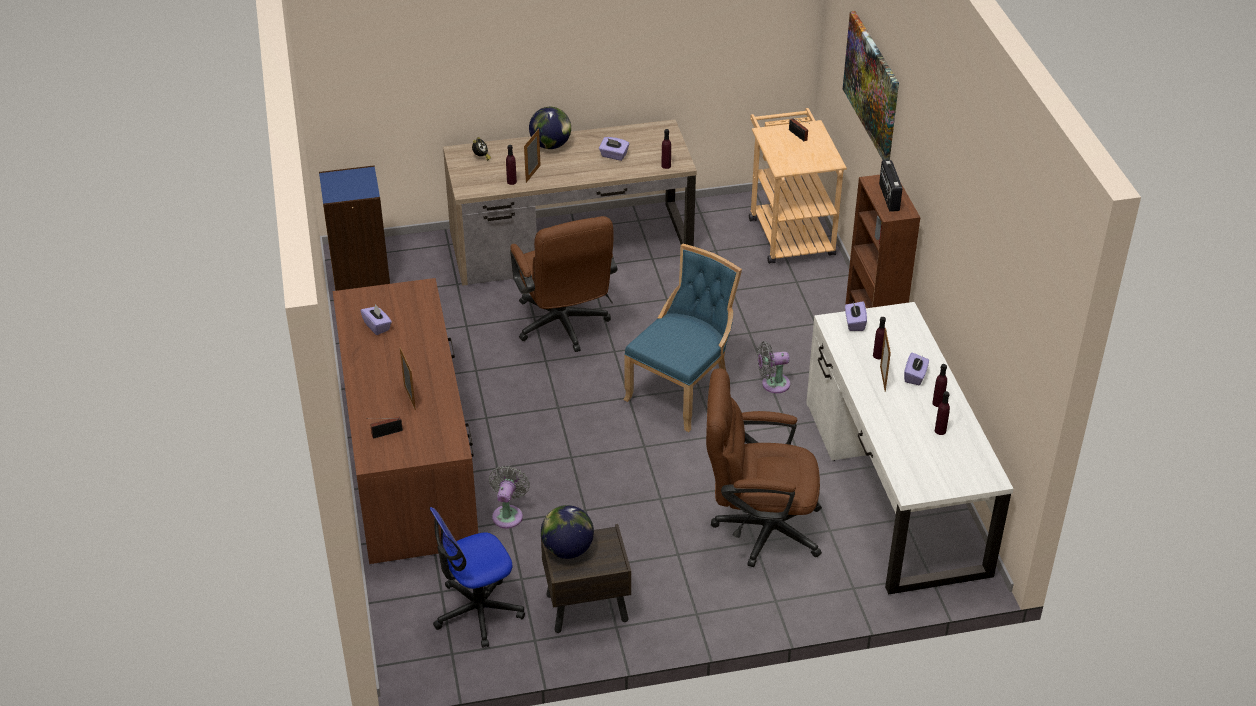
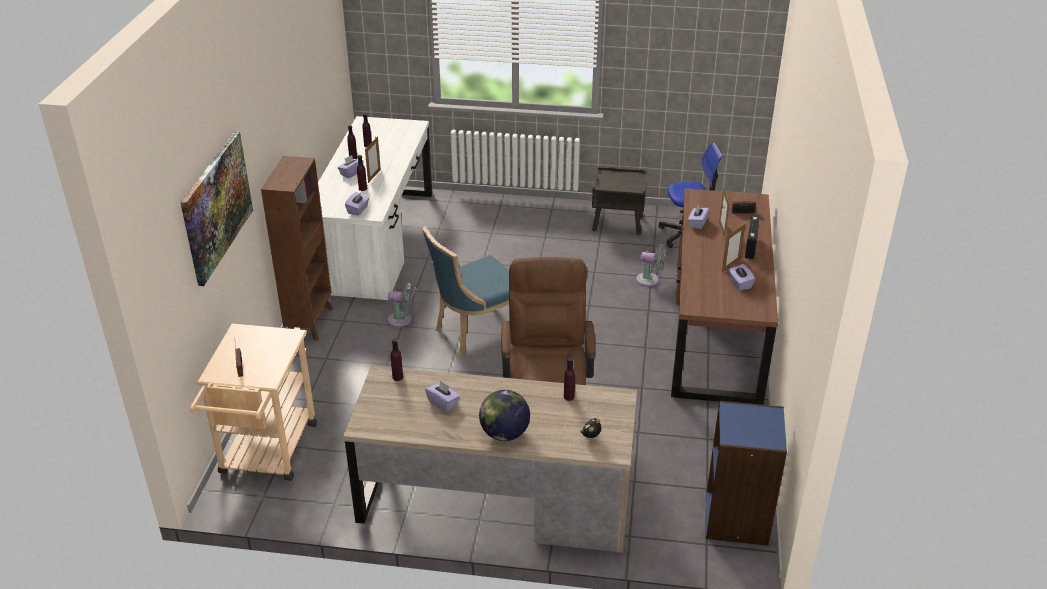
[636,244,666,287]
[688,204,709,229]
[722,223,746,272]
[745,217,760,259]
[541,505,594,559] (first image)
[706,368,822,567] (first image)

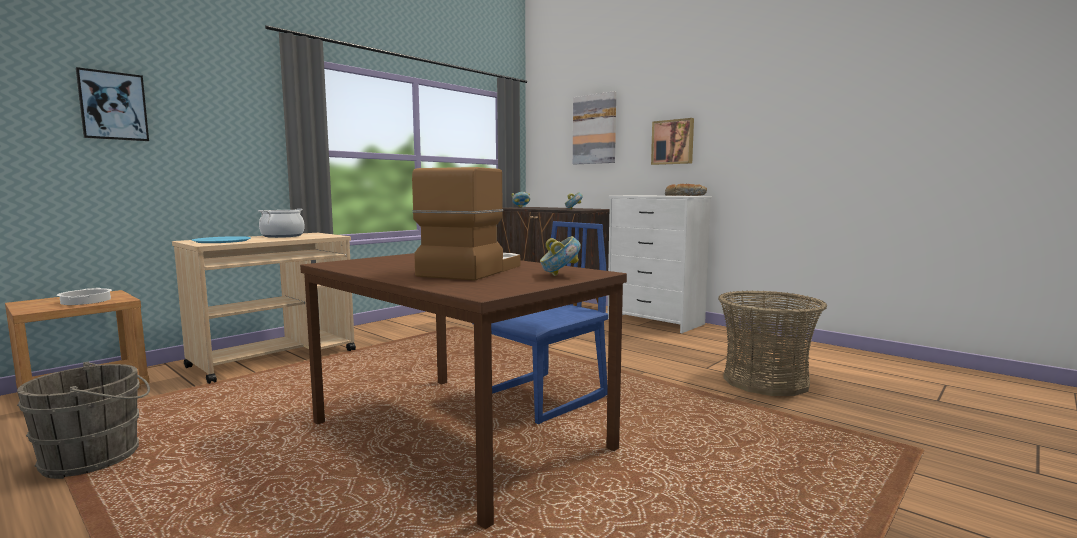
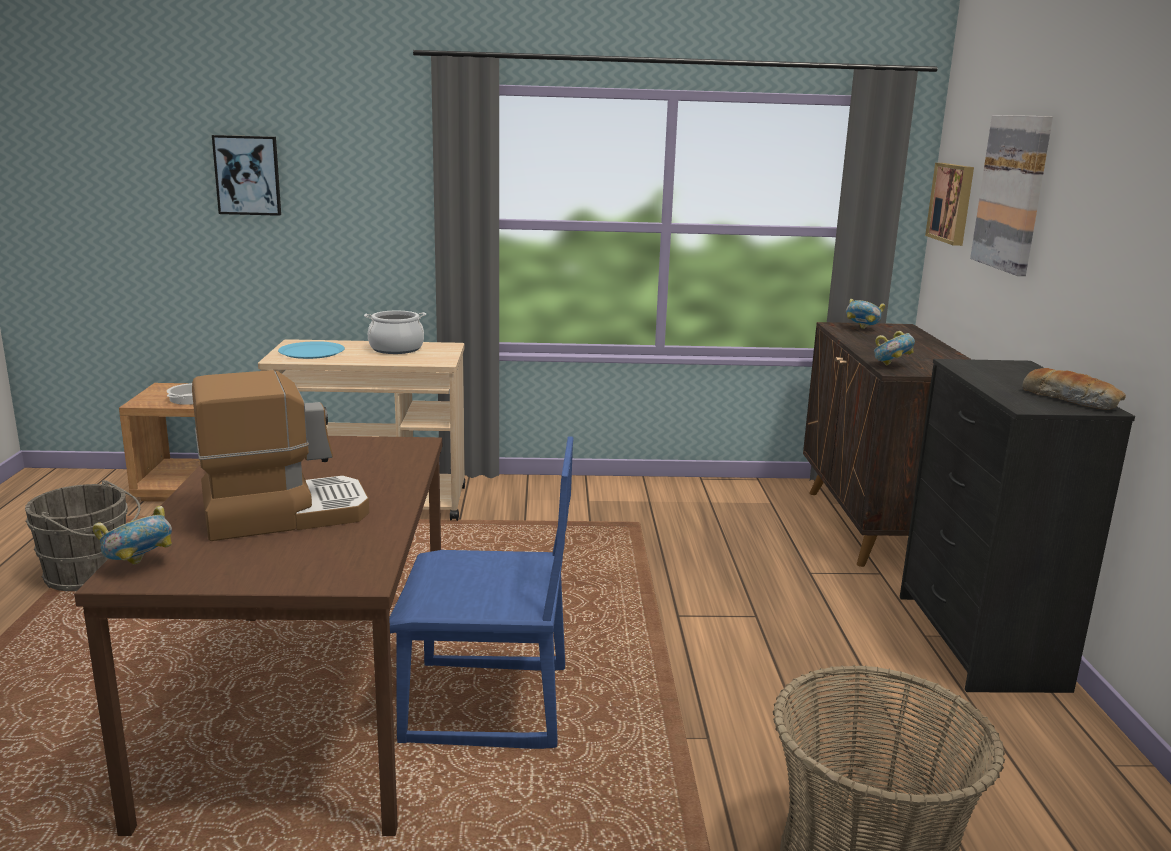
[93,506,172,565]
[900,359,1135,693]
[925,163,974,246]

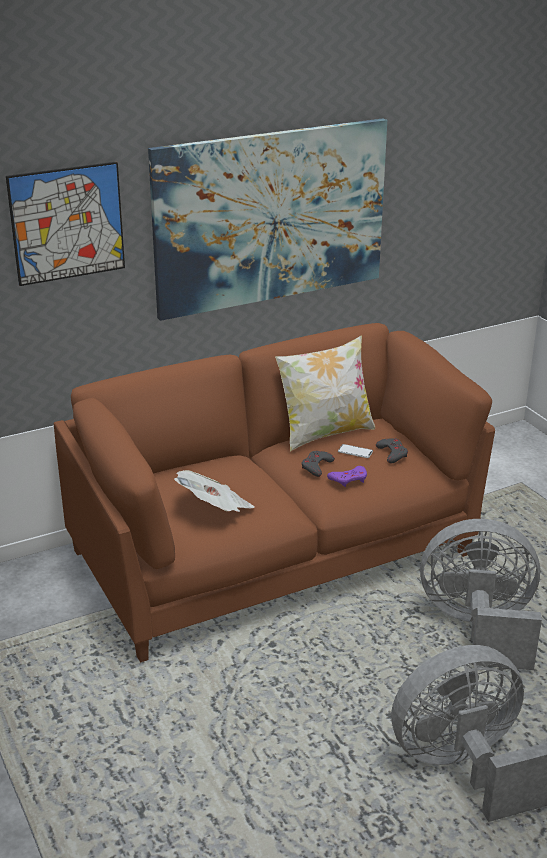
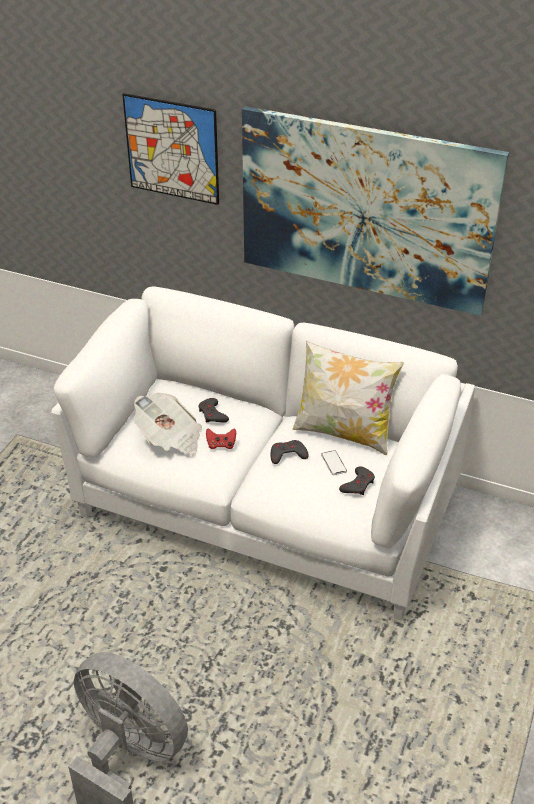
[51,286,475,620]
[199,398,229,423]
[206,428,236,449]
[327,466,367,487] (first image)
[420,519,542,670] (first image)

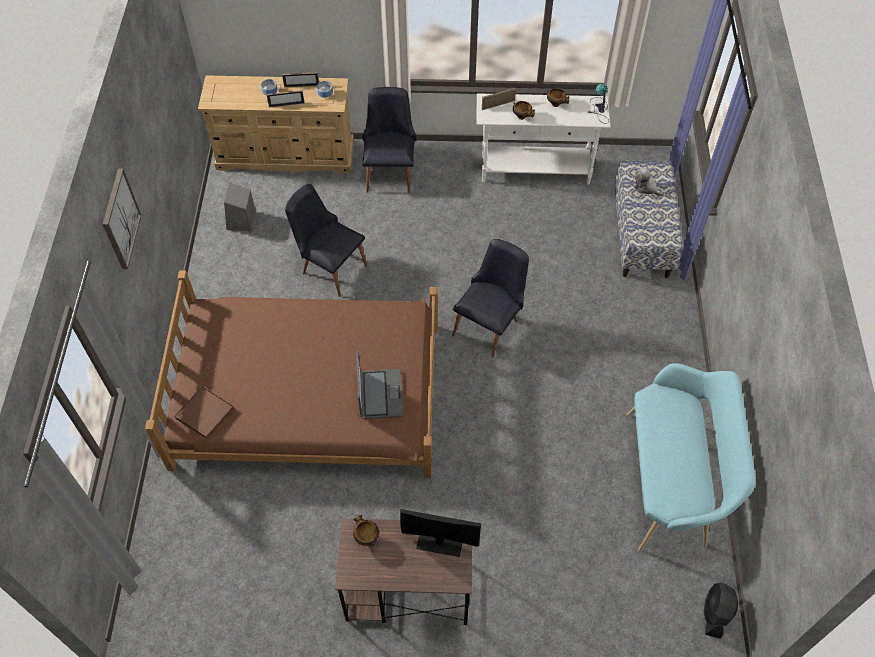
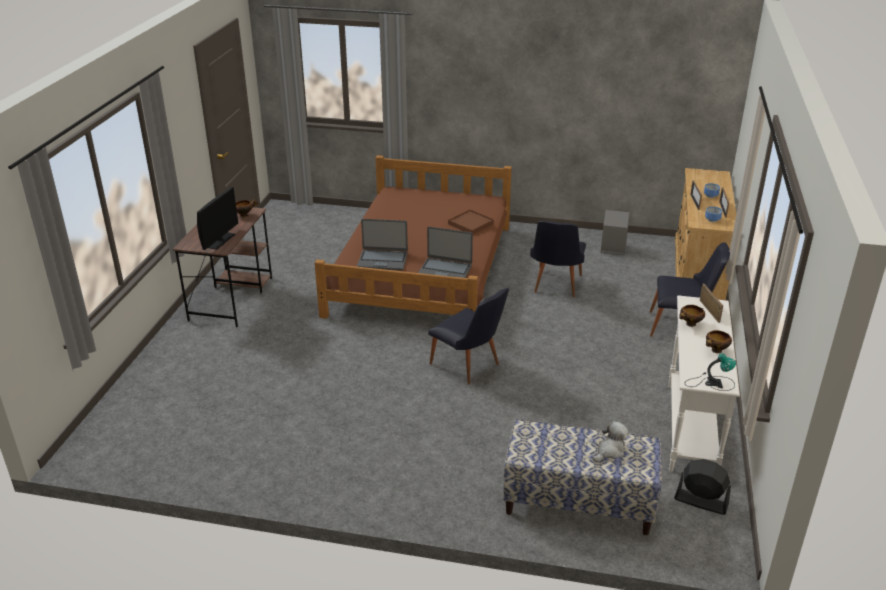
[418,227,473,278]
[448,210,494,234]
[530,221,586,298]
[674,459,731,515]
[103,168,141,269] (first image)
[627,363,756,552] (first image)

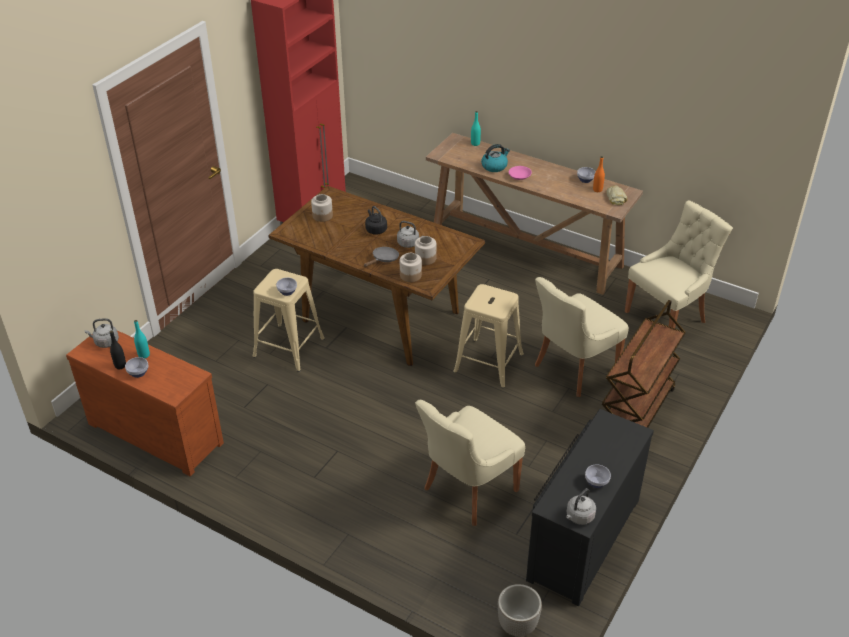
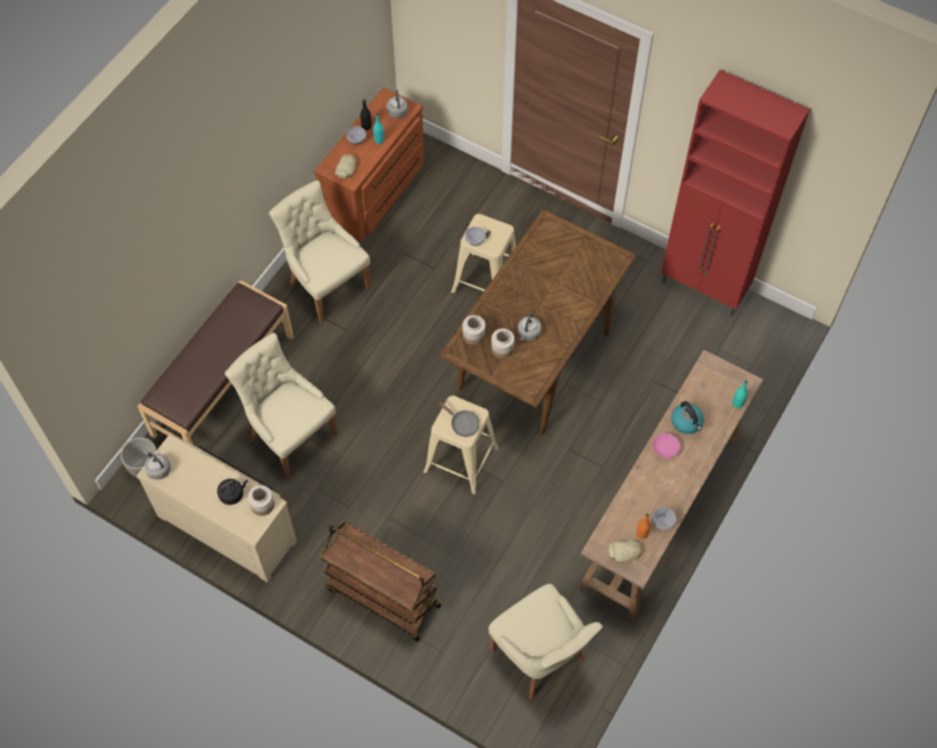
[137,280,294,444]
[137,434,297,582]
[217,479,248,505]
[248,485,275,516]
[269,180,371,323]
[335,154,357,179]
[438,401,480,437]
[585,464,611,488] (first image)

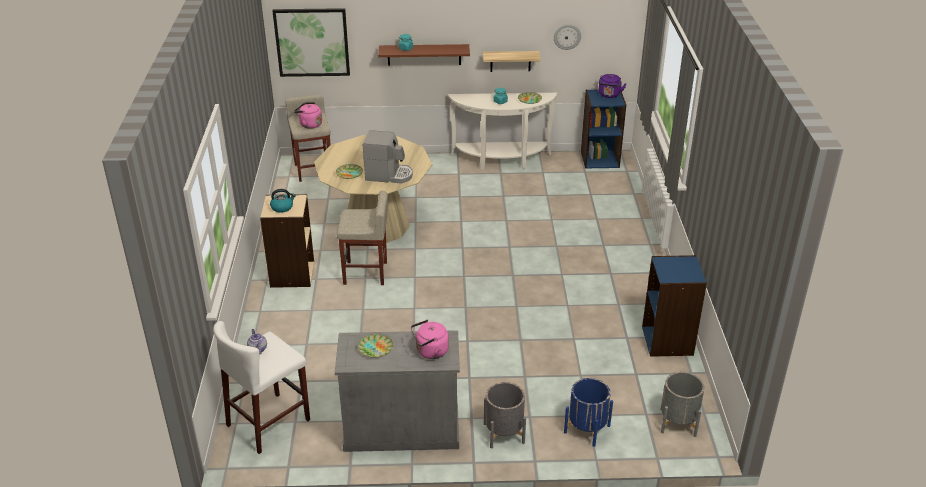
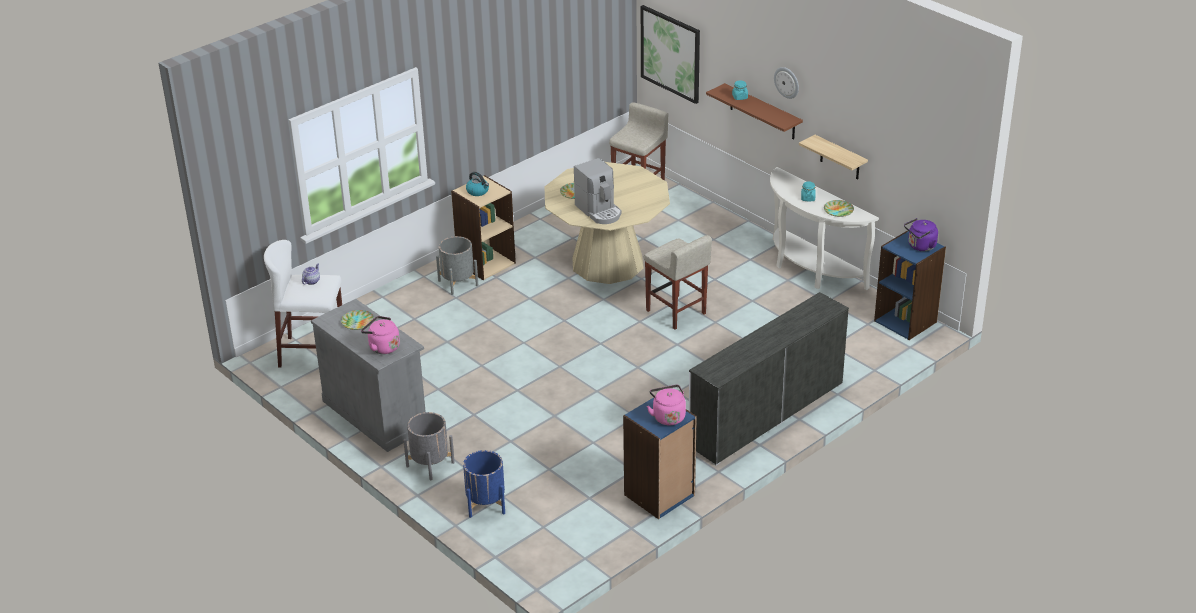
[436,236,478,295]
[644,235,712,330]
[647,385,686,425]
[689,292,849,465]
[774,67,799,99]

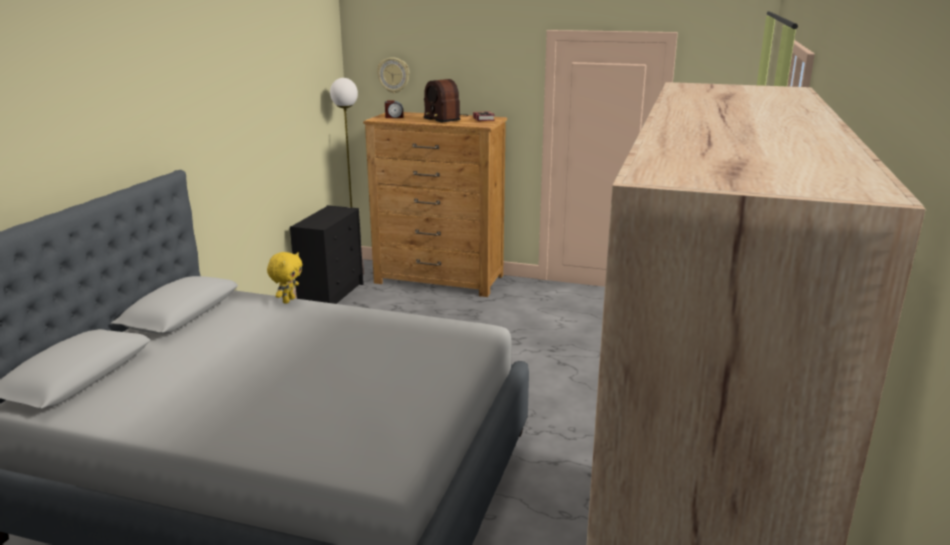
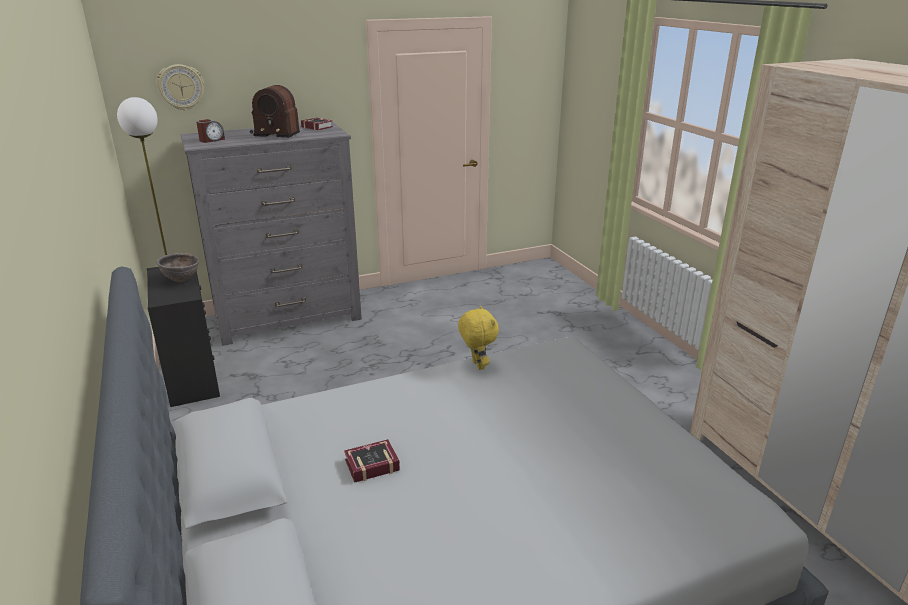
[157,253,199,282]
[181,122,362,346]
[344,439,400,483]
[458,306,499,370]

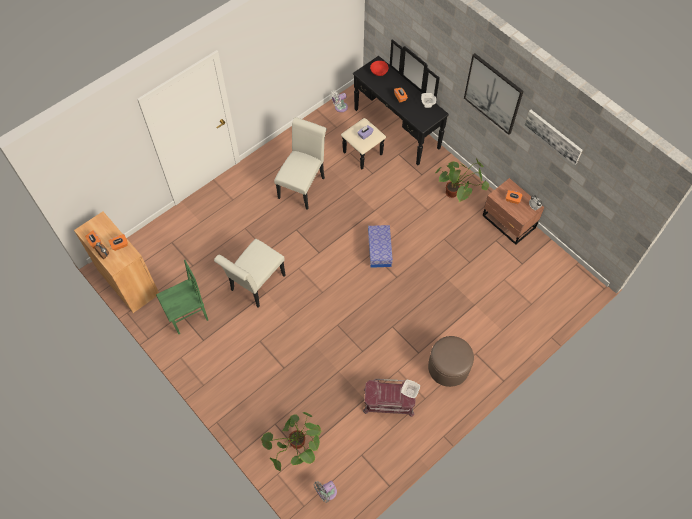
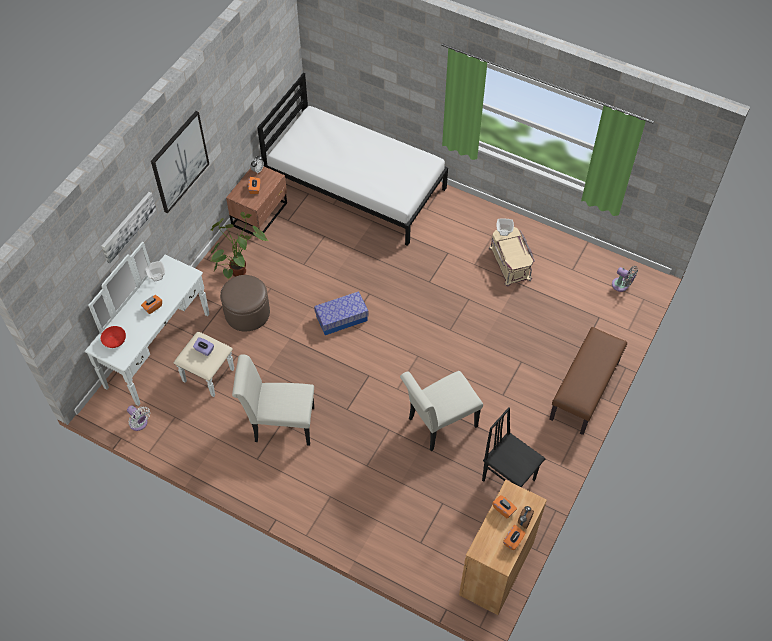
[85,241,234,406]
[101,192,156,263]
[220,275,270,331]
[257,73,448,246]
[400,371,483,451]
[482,407,546,487]
[489,227,535,286]
[549,327,627,435]
[261,412,321,471] (first image)

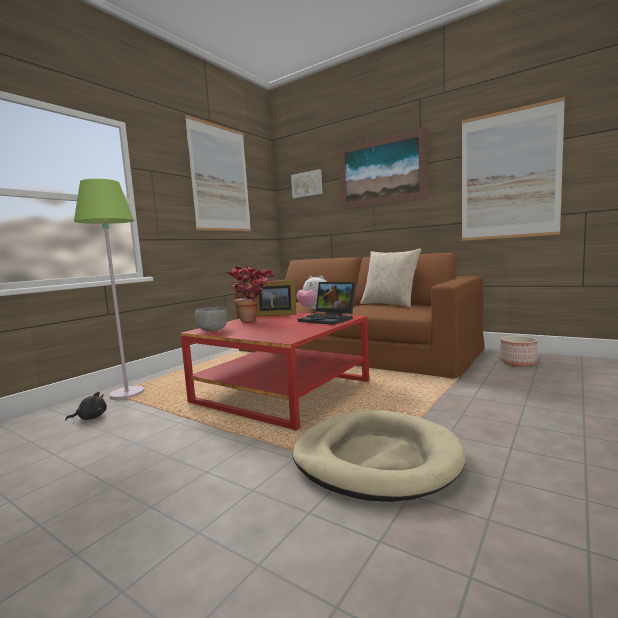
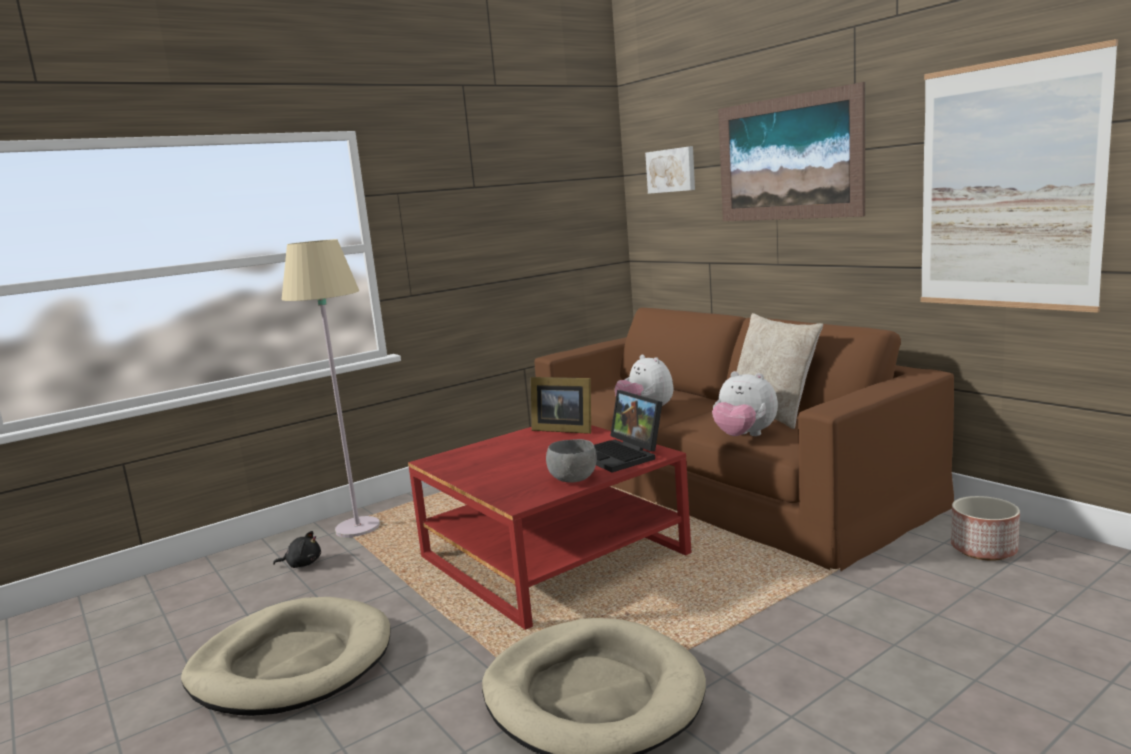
[181,597,391,716]
[282,239,380,538]
[546,439,597,483]
[712,371,778,436]
[185,115,251,231] (first image)
[226,266,275,322] (first image)

